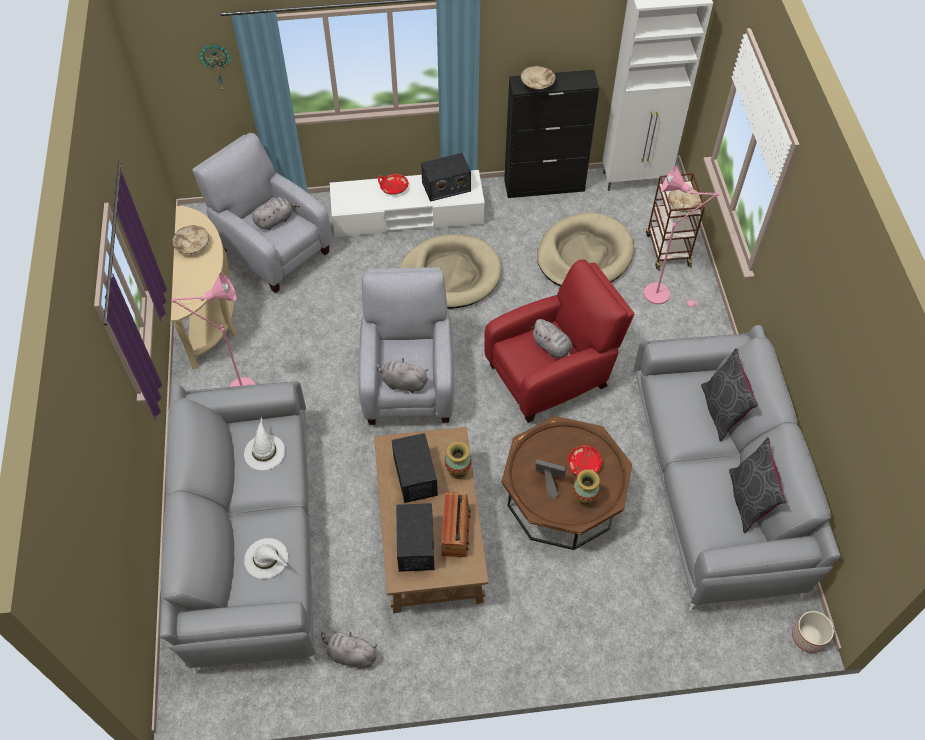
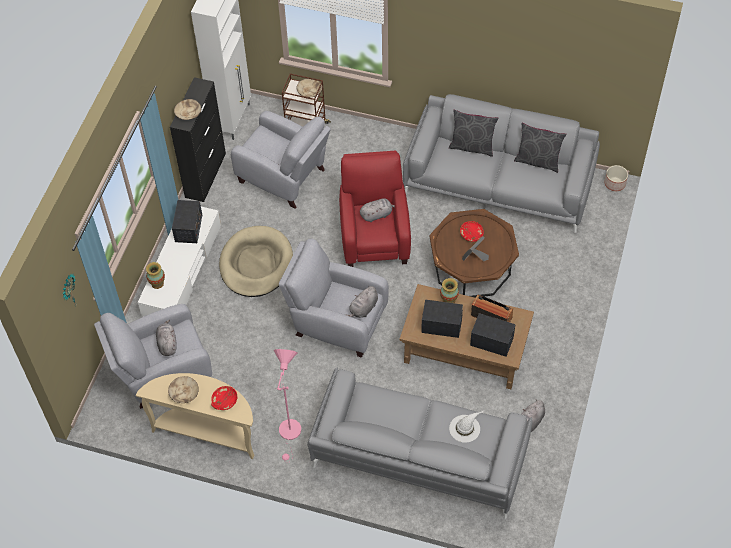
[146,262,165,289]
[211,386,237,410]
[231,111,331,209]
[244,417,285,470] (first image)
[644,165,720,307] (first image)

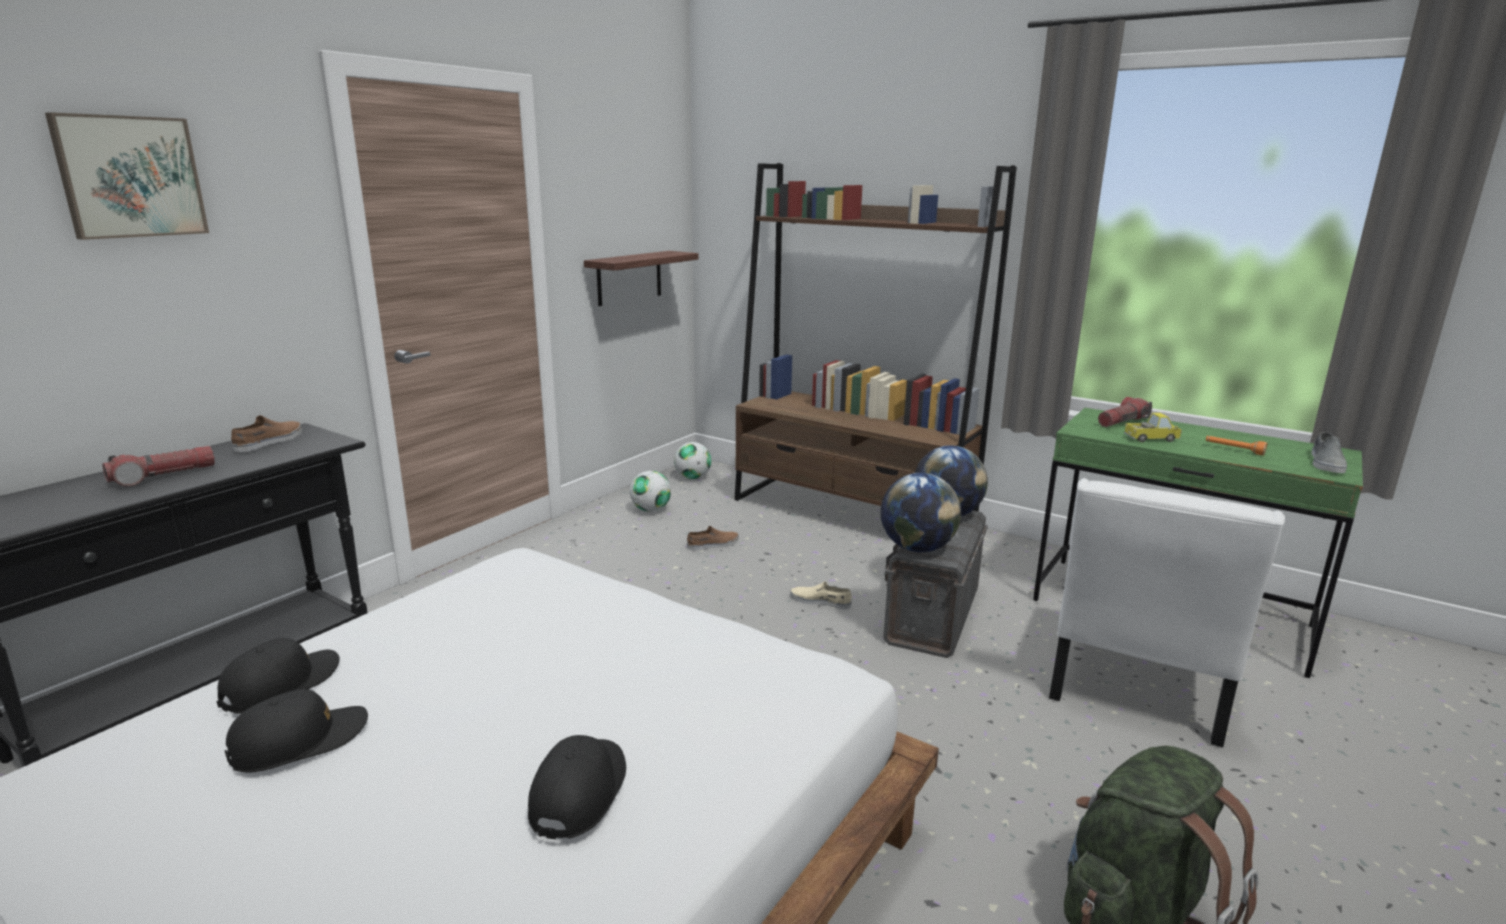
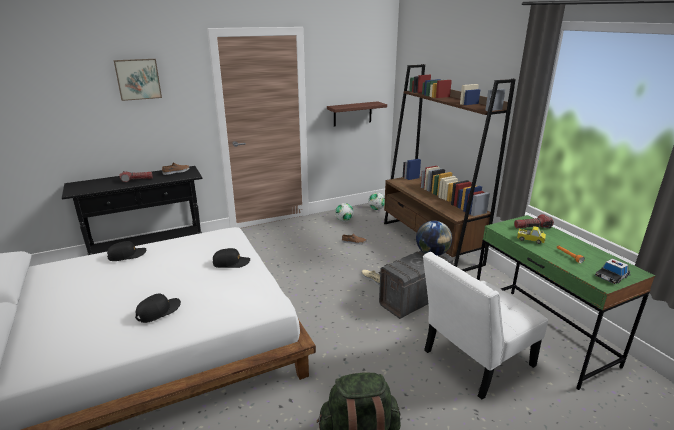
[213,248,250,268]
[595,258,631,284]
[881,473,961,552] (first image)

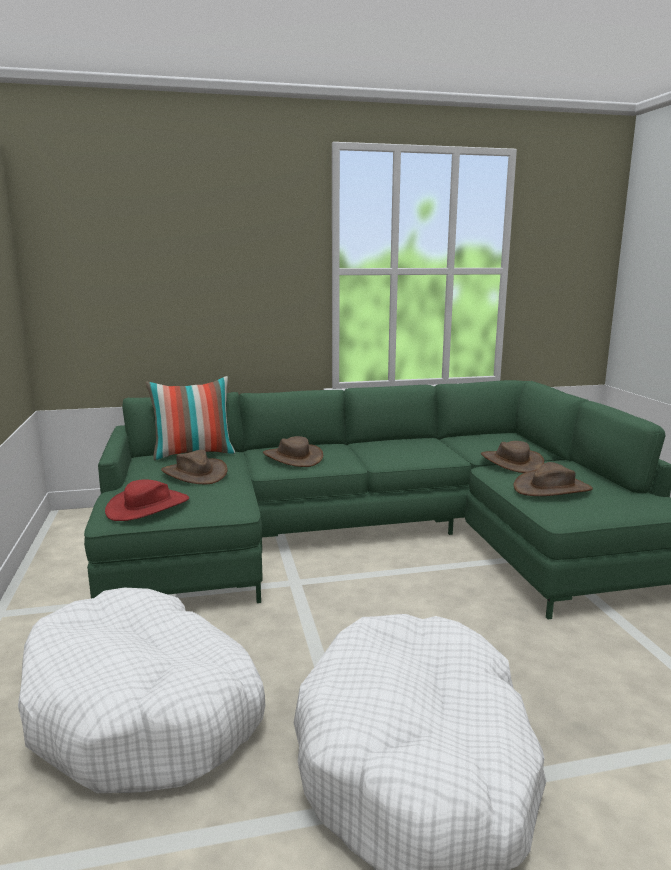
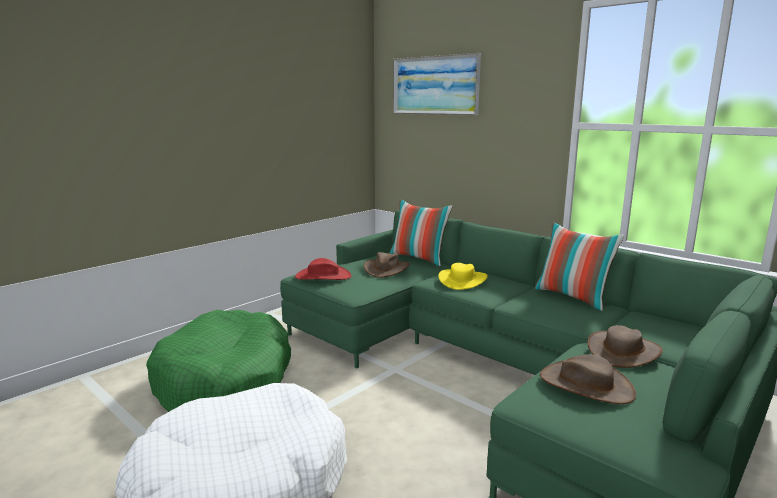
[146,310,291,412]
[393,53,481,115]
[438,263,488,290]
[534,222,624,311]

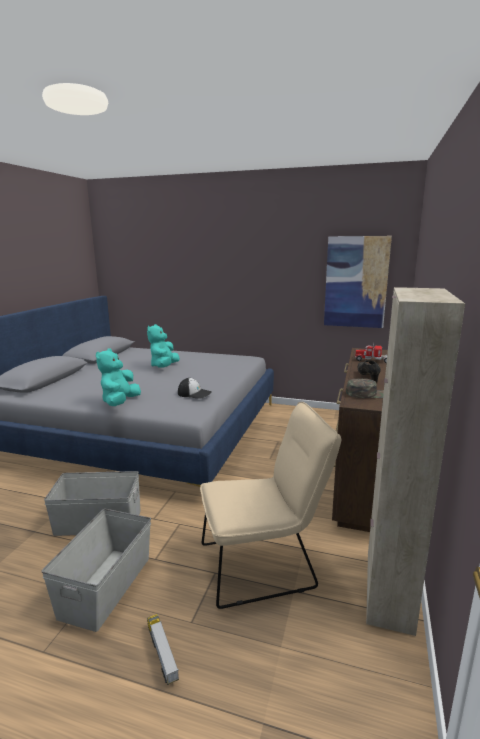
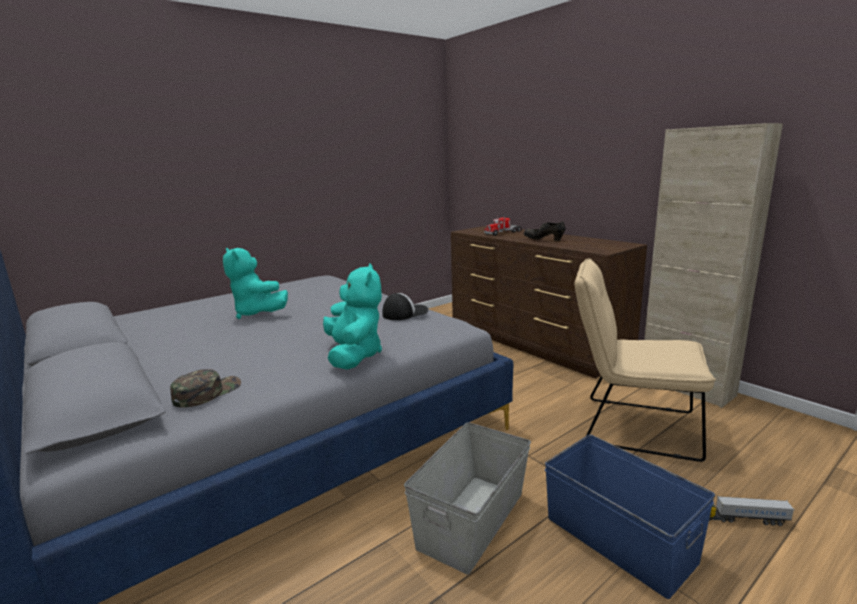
[170,369,241,408]
[323,263,382,370]
[545,435,715,599]
[575,258,716,462]
[324,236,392,328] (first image)

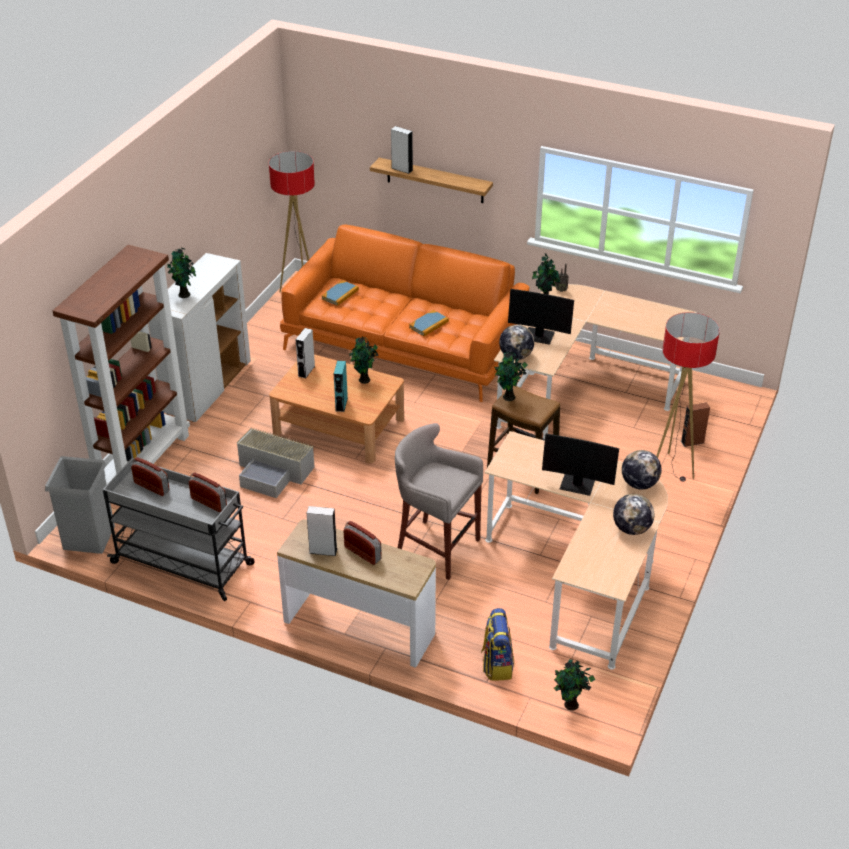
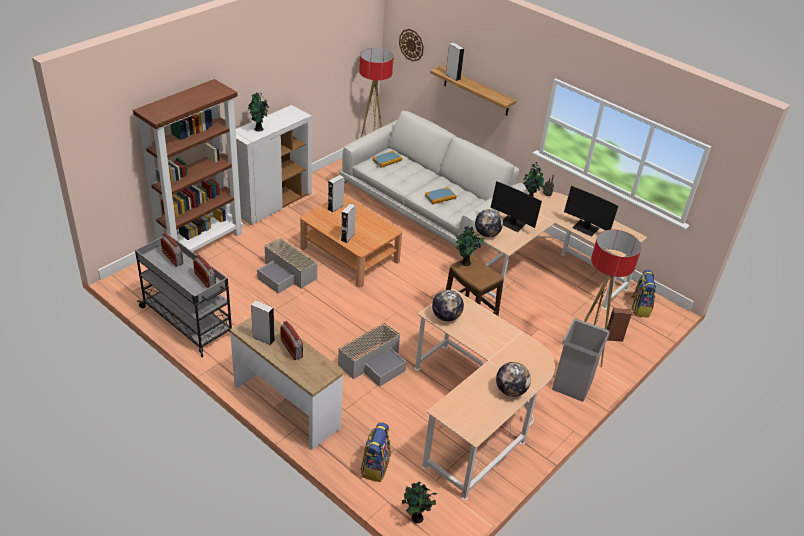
[338,323,407,387]
[339,111,526,259]
[341,203,356,243]
[399,29,424,61]
[432,290,464,321]
[552,318,610,402]
[564,186,618,237]
[630,270,656,318]
[349,337,379,384] (first image)

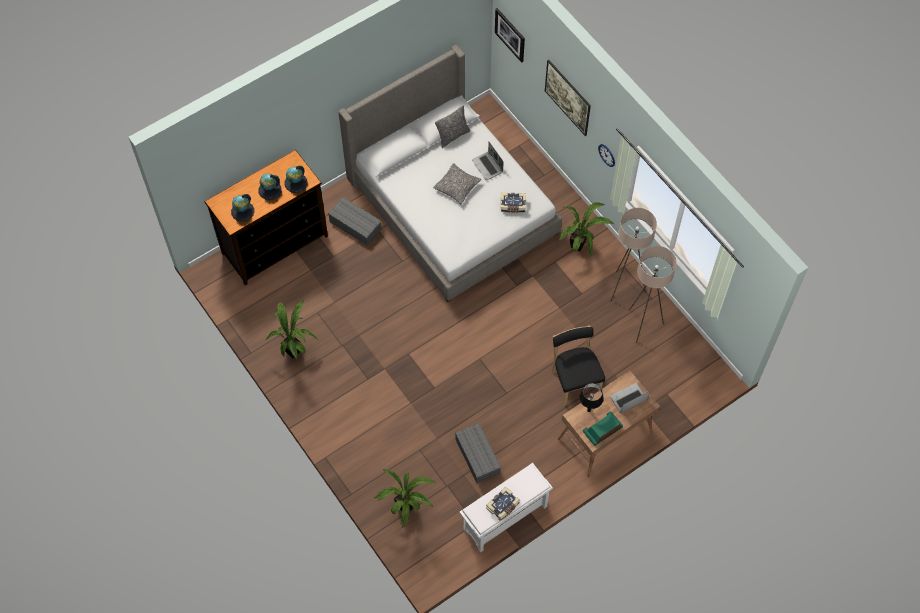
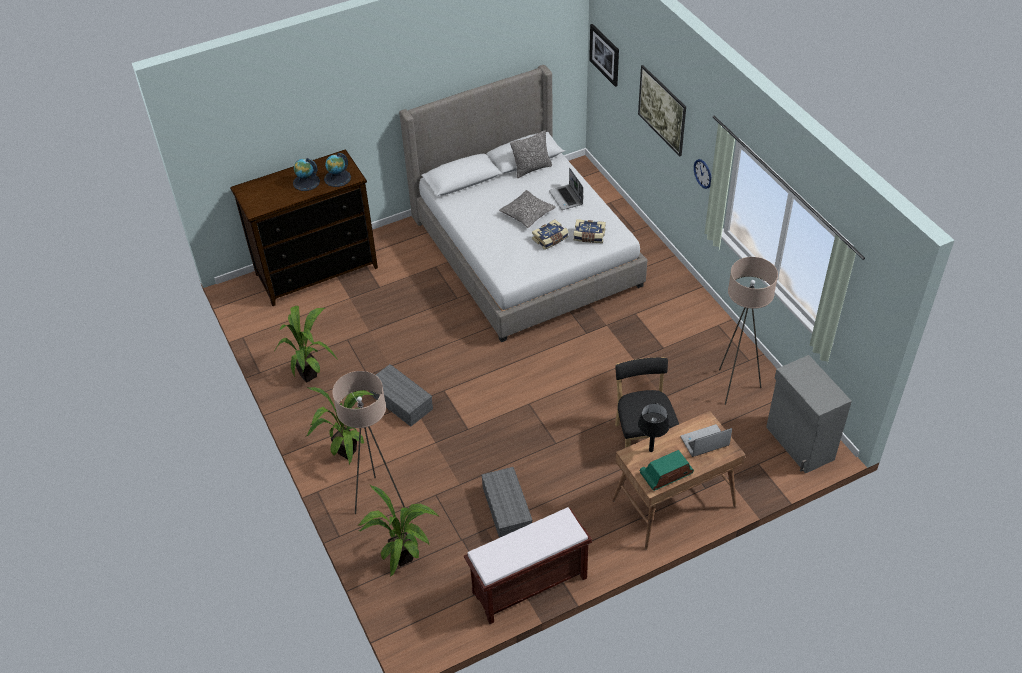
[306,387,374,464]
[332,371,405,514]
[369,364,433,427]
[464,507,592,624]
[532,219,568,250]
[766,355,852,474]
[231,194,255,222] (first image)

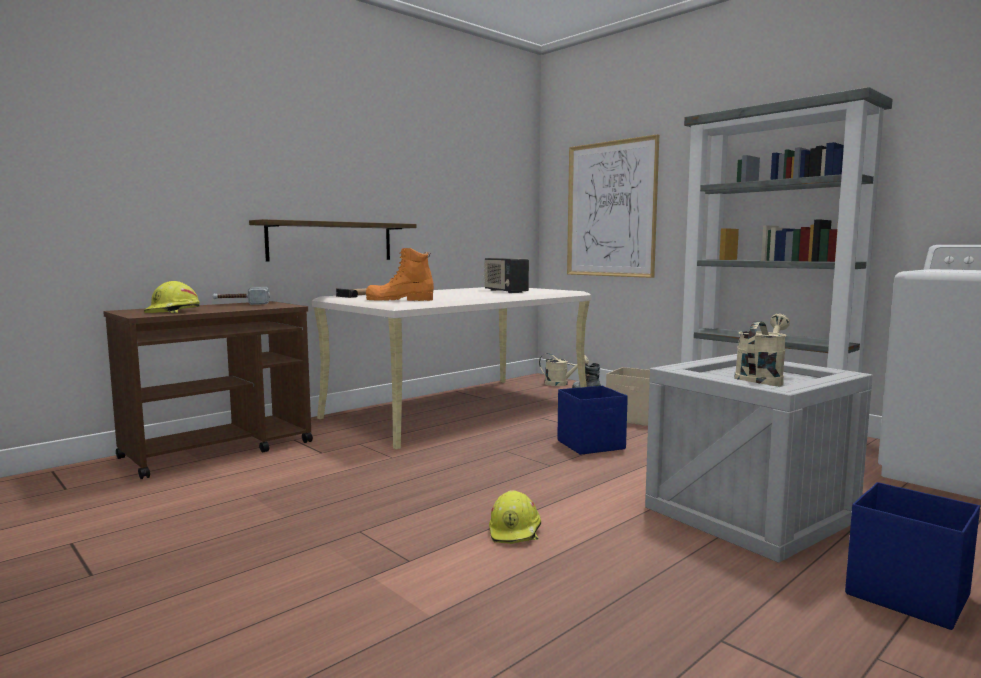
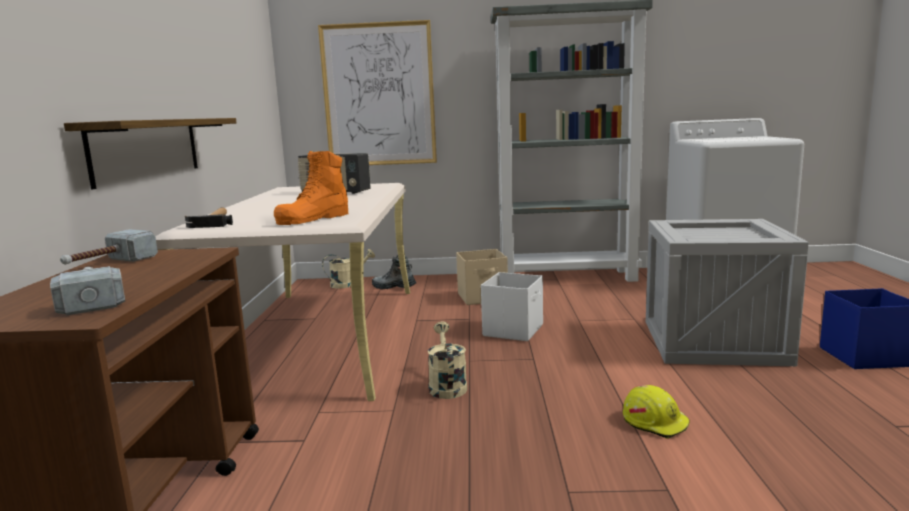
[50,266,125,316]
[428,322,467,399]
[481,272,543,341]

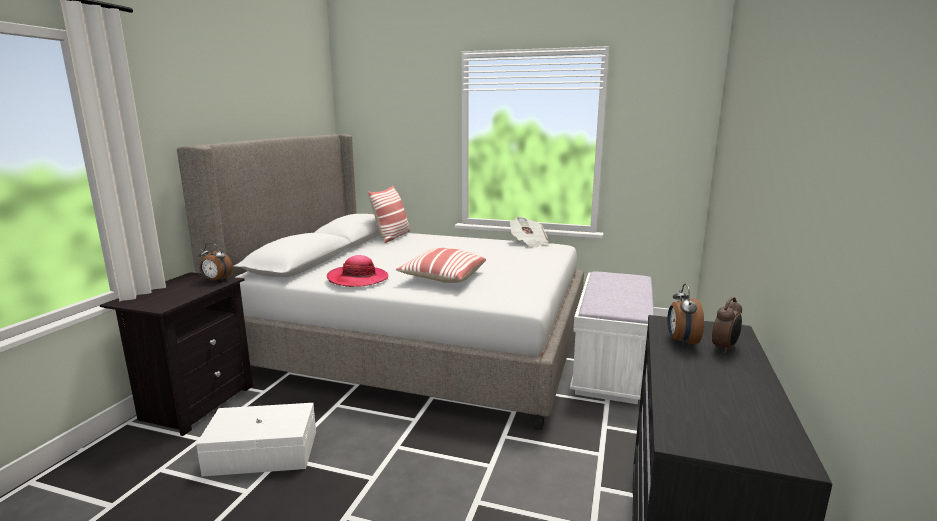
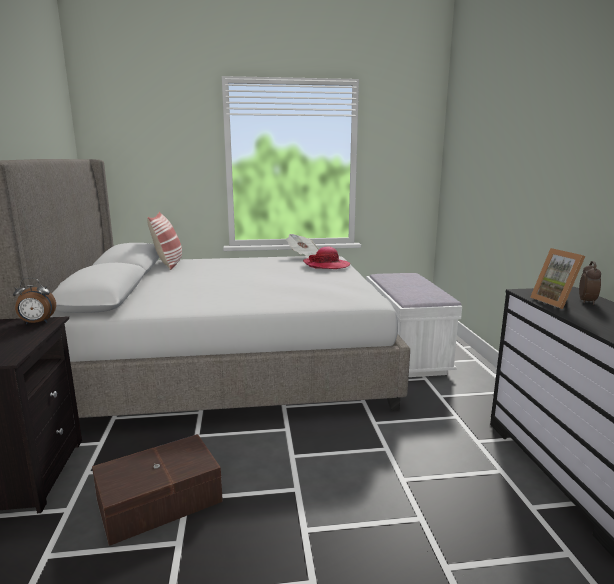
[92,434,223,546]
[303,246,350,269]
[530,248,585,309]
[396,248,486,283] (first image)

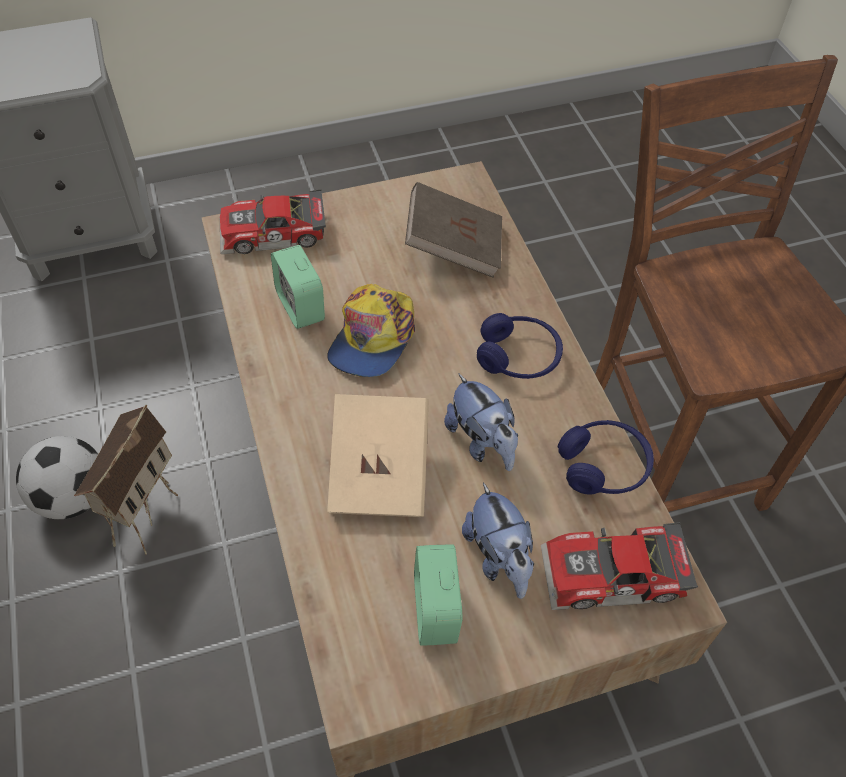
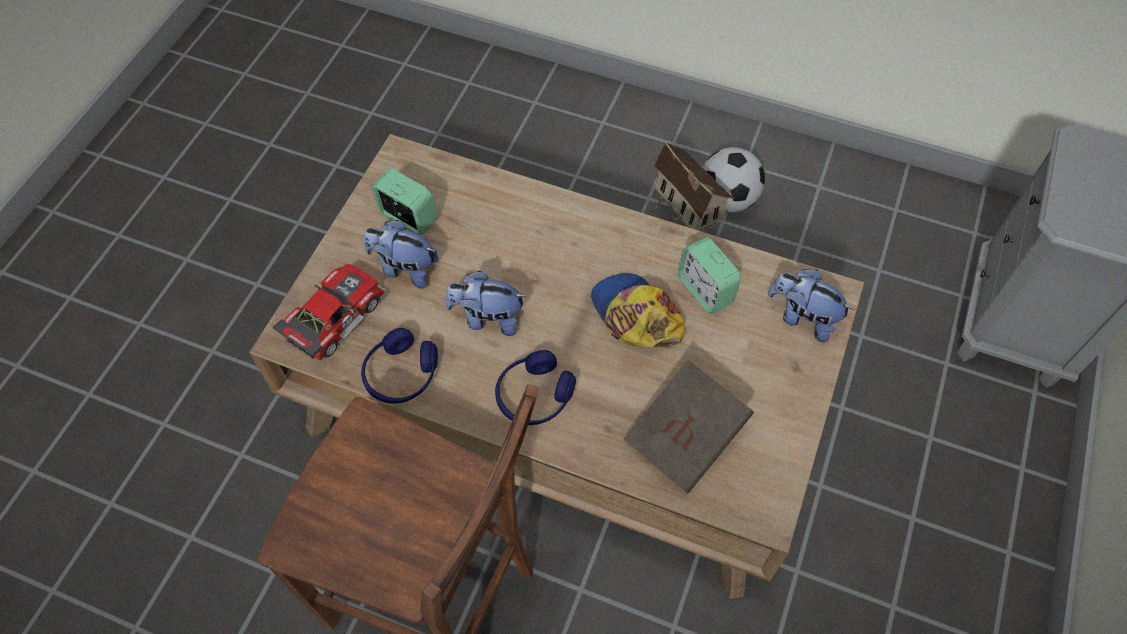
[678,237,741,314]
[768,269,855,342]
[327,394,429,517] (first image)

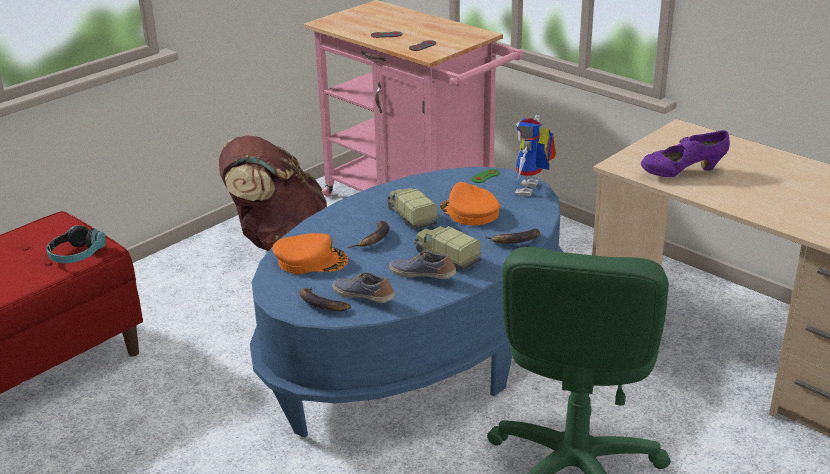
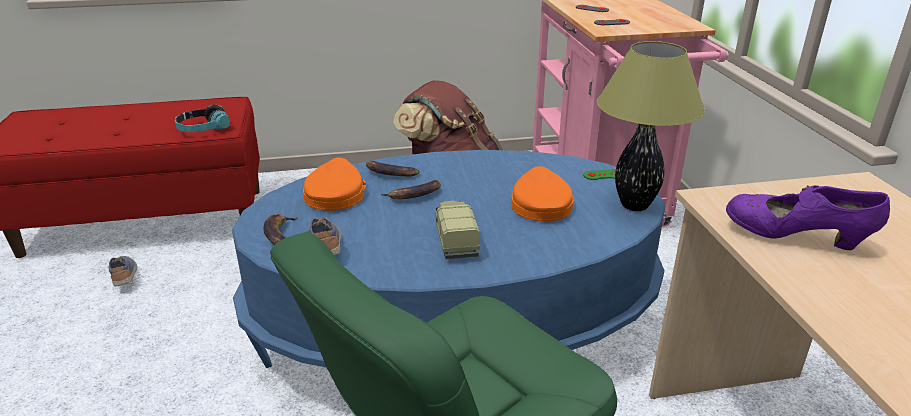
[109,256,137,287]
[303,158,366,211]
[366,161,419,176]
[597,41,705,211]
[387,188,438,230] (first image)

